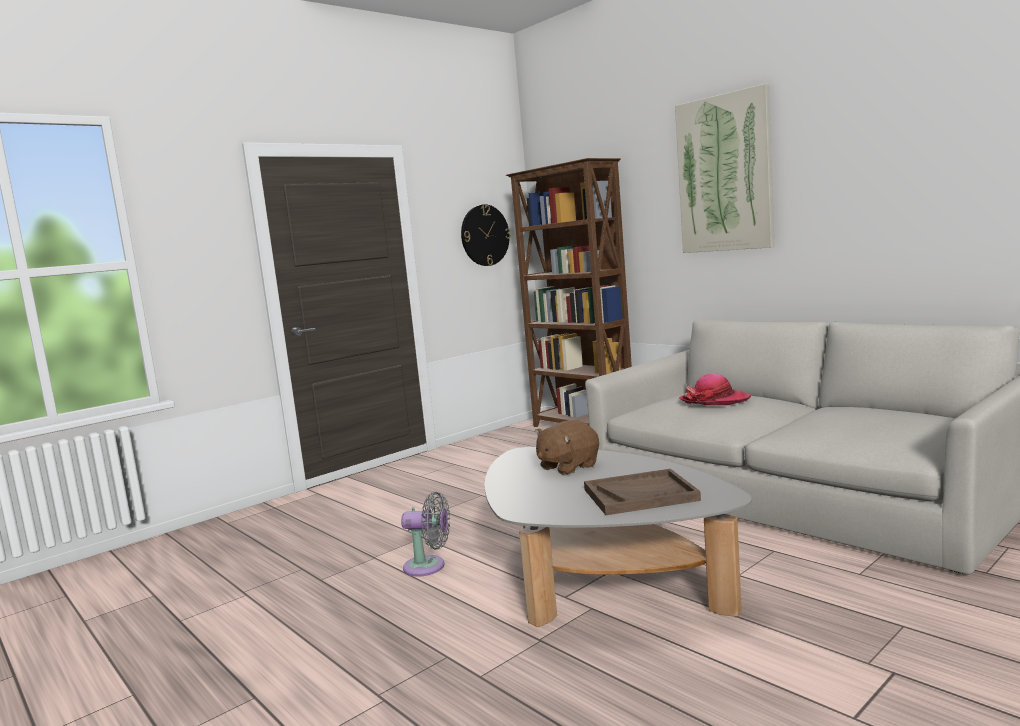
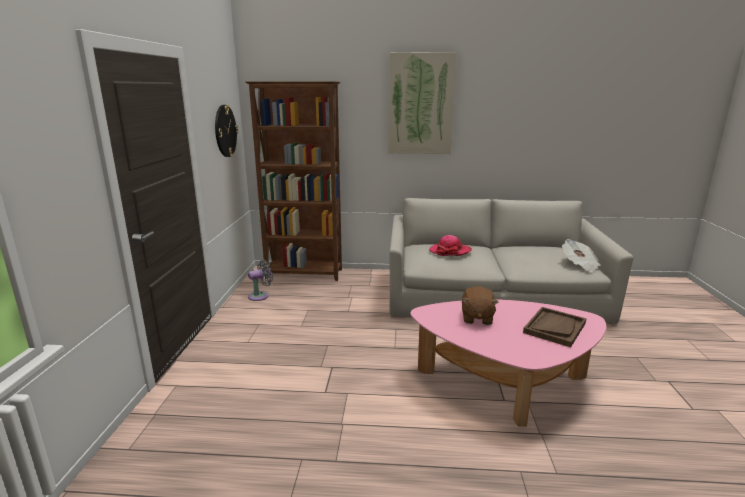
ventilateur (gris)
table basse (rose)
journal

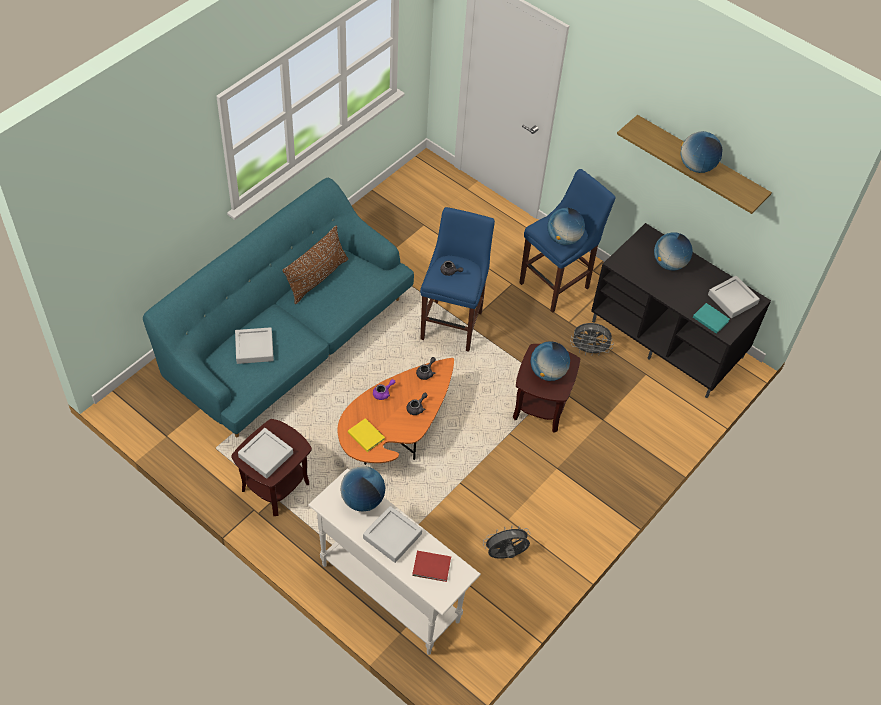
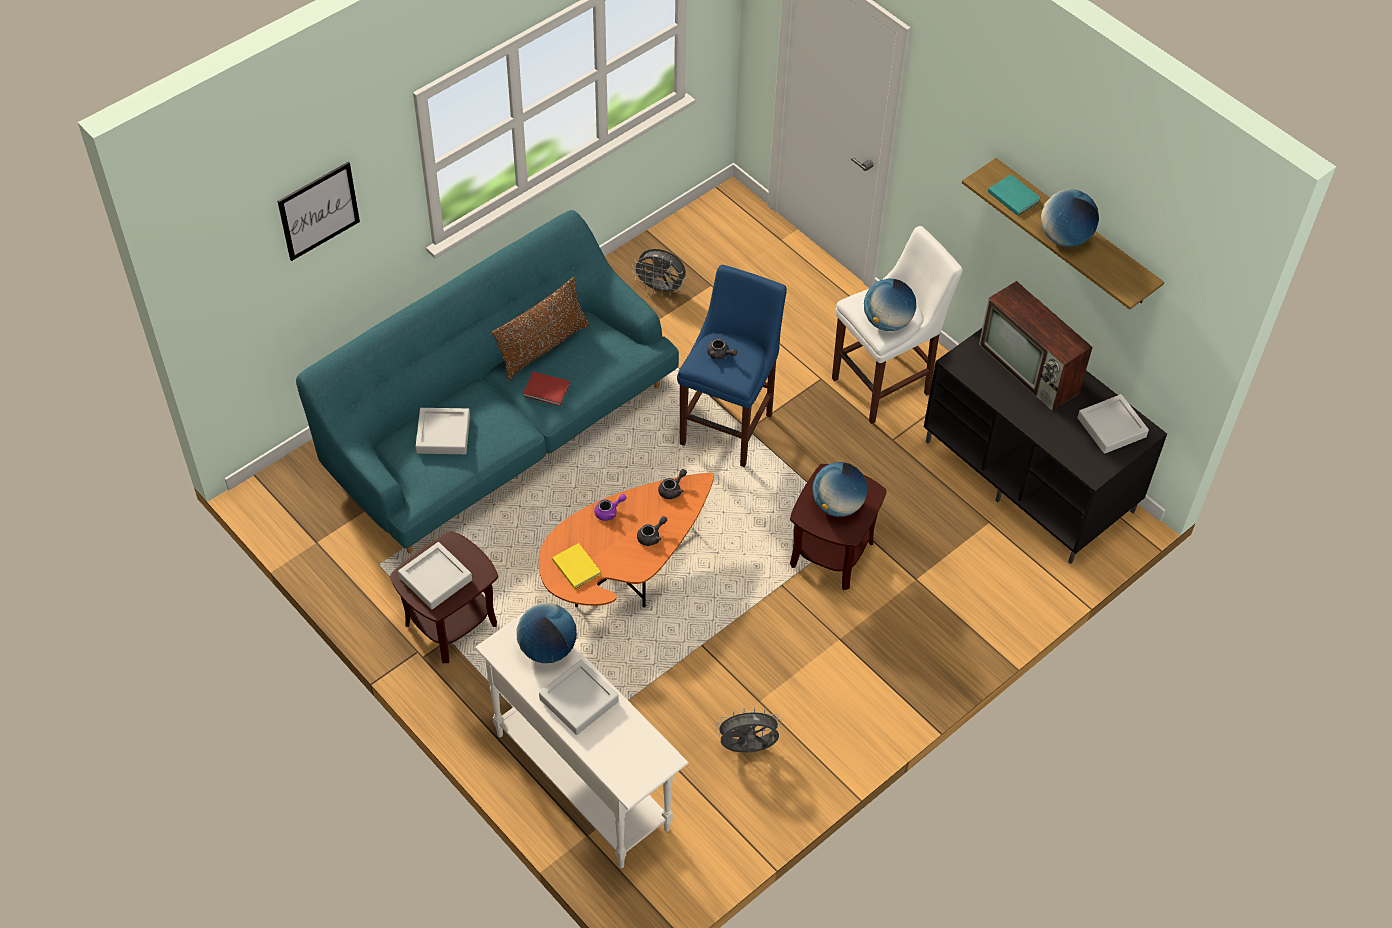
livre (rouge)
tabouret (blanc)
ventilateur (gris) (no. 1 from left)
téléviseur
livre (turquoise)
tableau

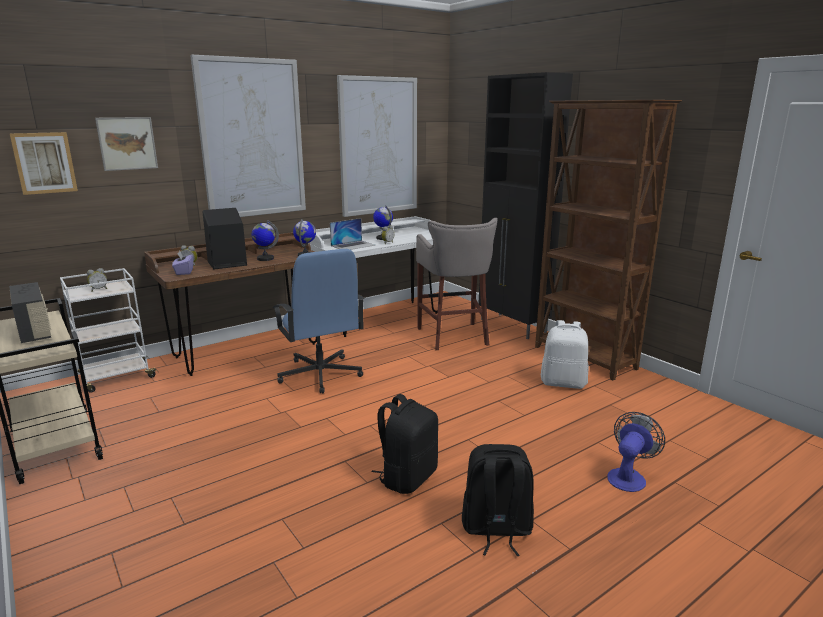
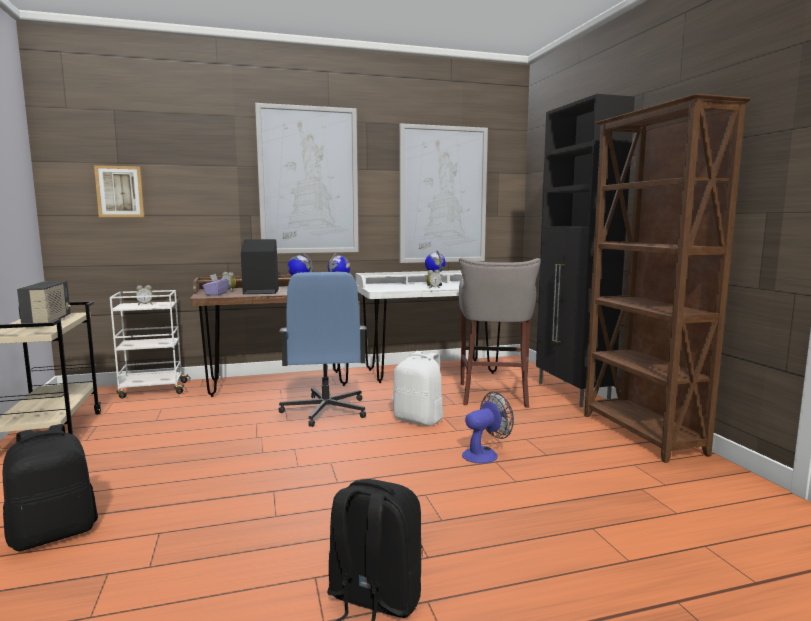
tableau (no. 2 from left in the first image)
ordinateur portable
sac à dos (noir) (no. 1 from left)
sac à dos (blanc)
ventilateur

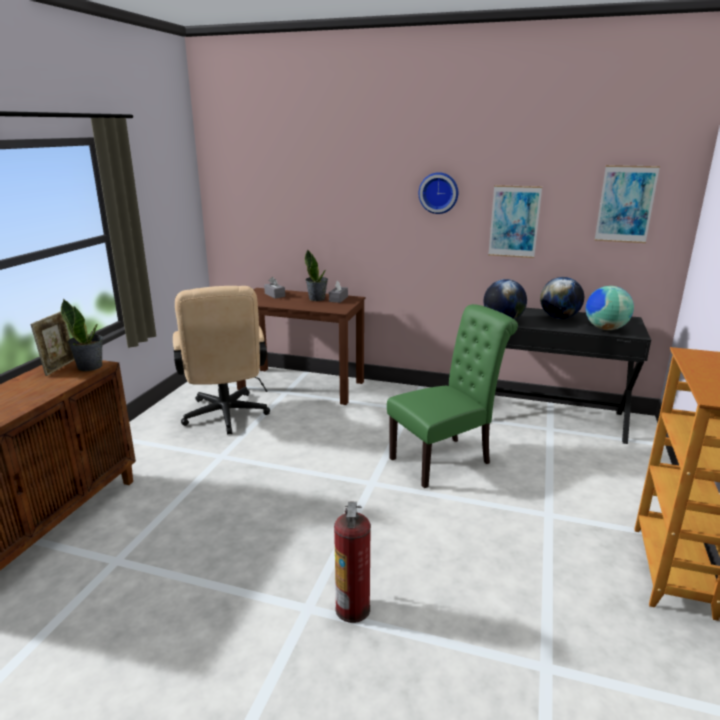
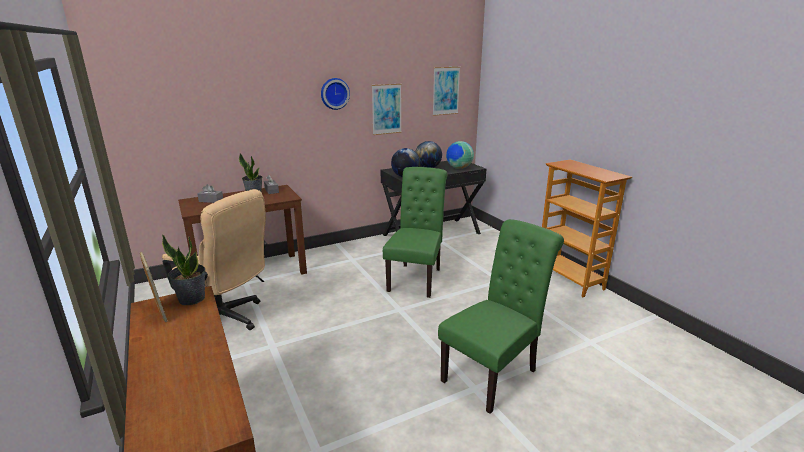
chaise (vert) (no. 2 from left)

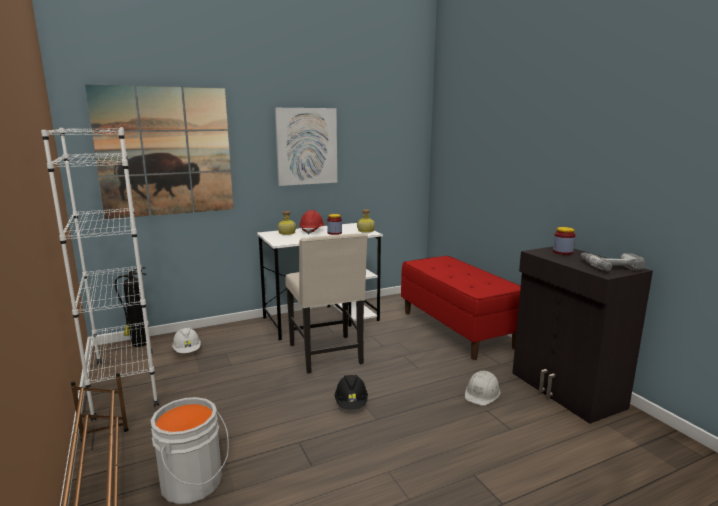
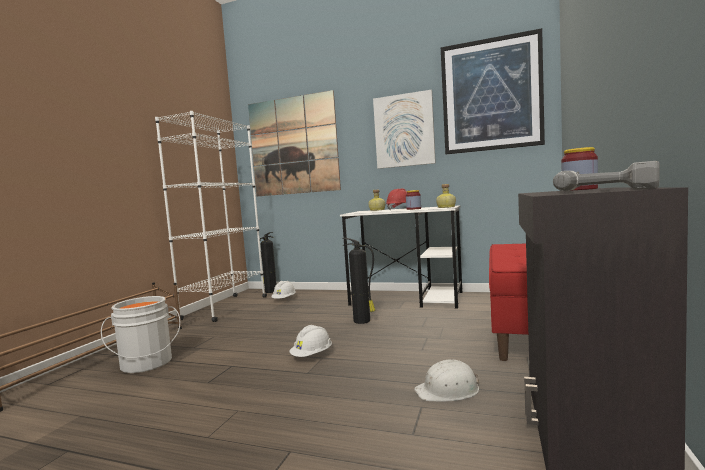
extincteur (no. 2 from left)
casque de chantier (blanc) (no. 2 from left)
tableau (no. 3 from left)

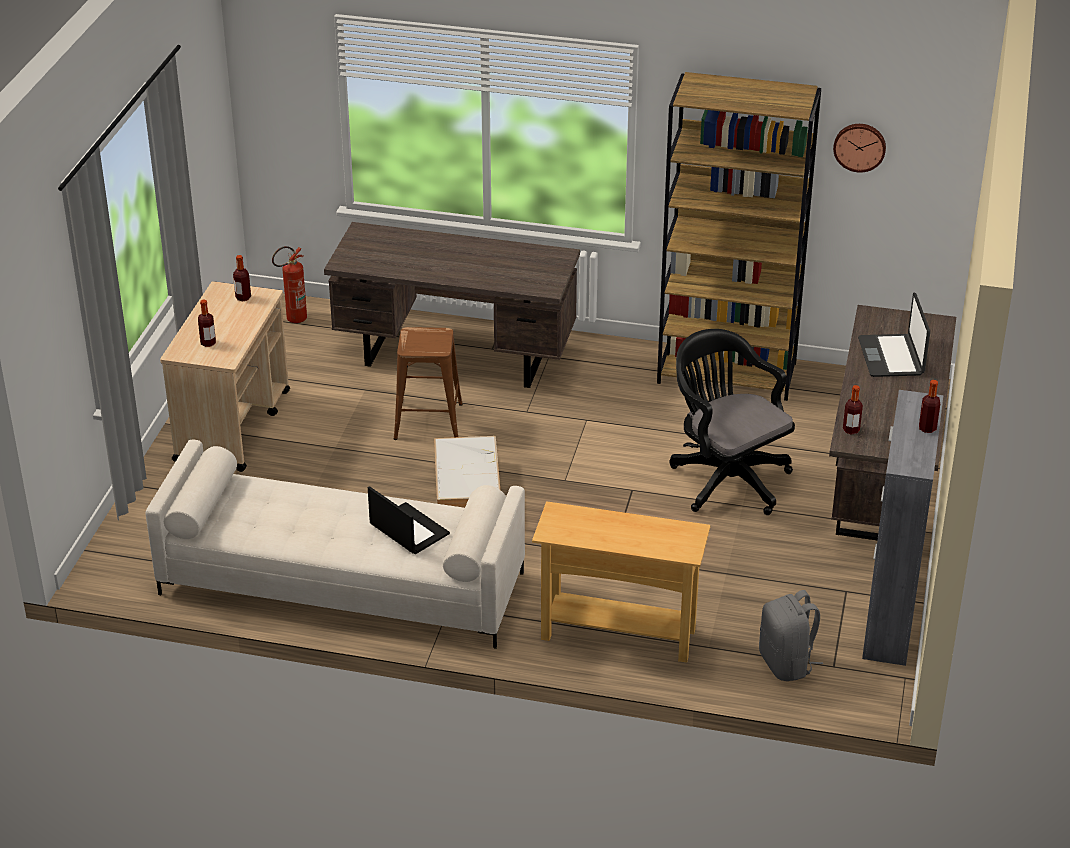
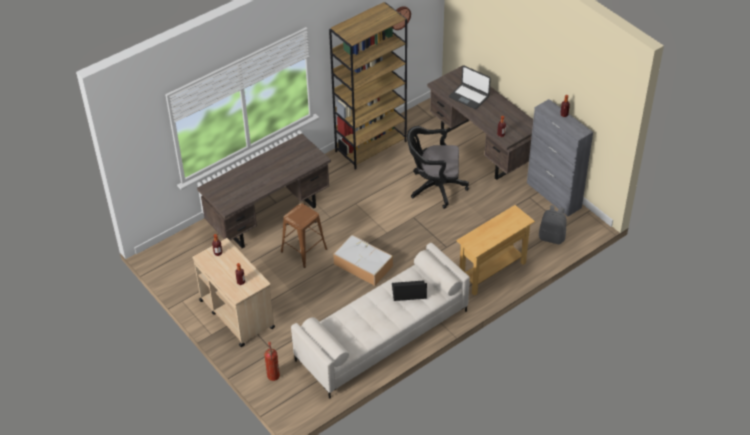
extincteur

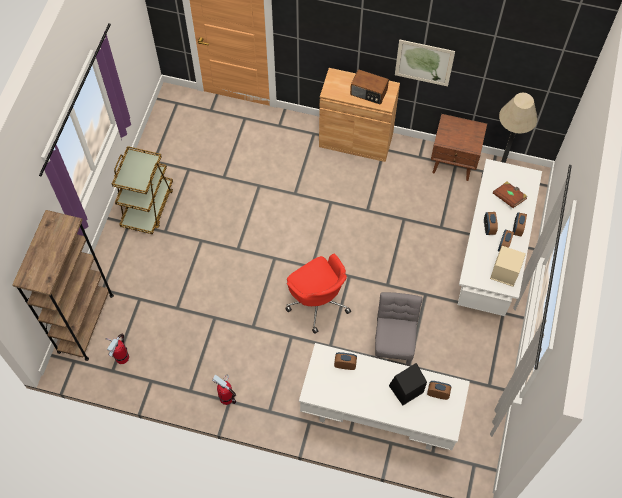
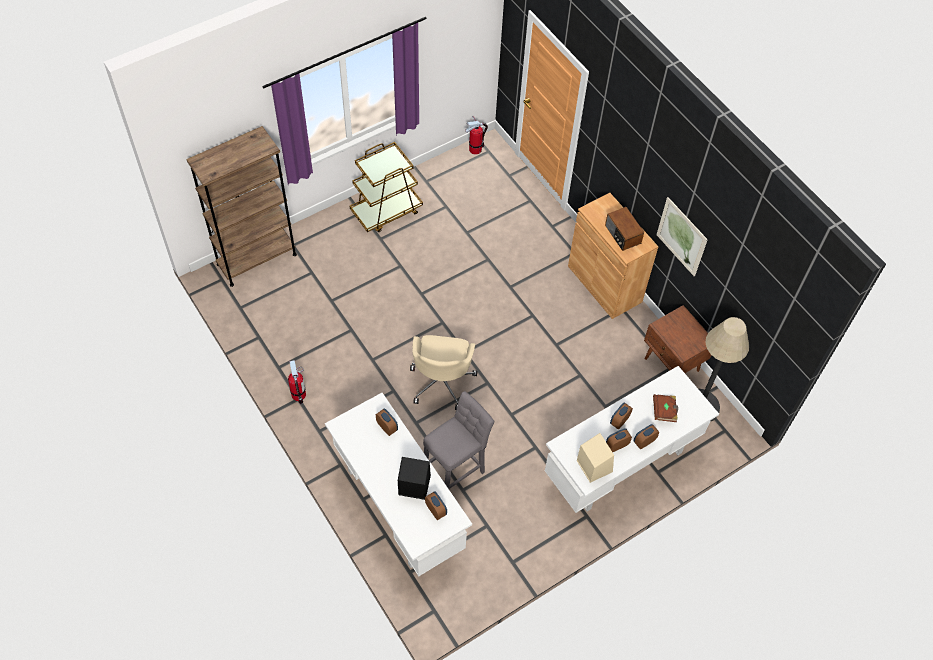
extincteur (no. 2 from left)
chaise de bureau (beige)

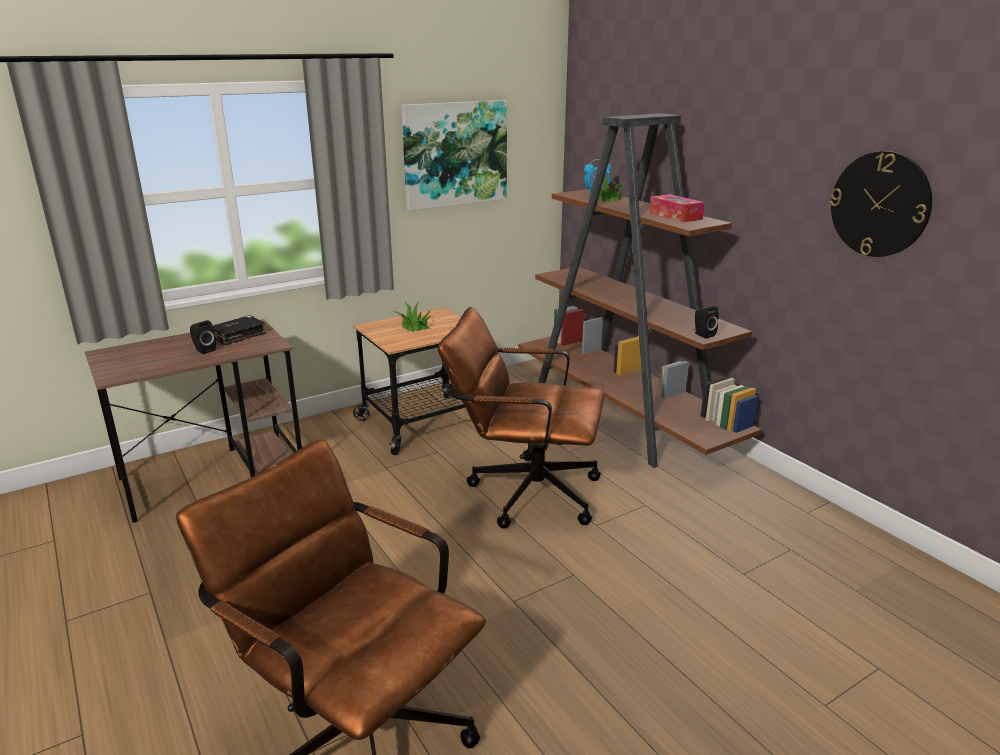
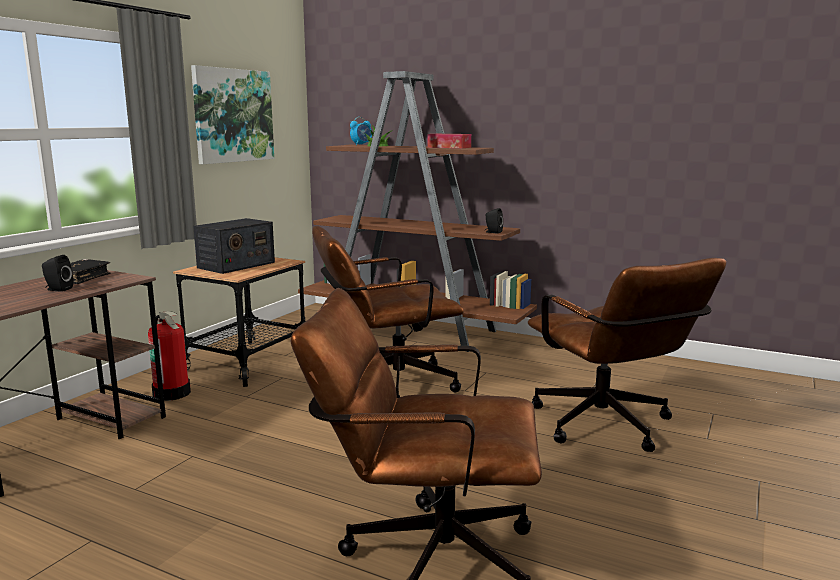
radio
horloge murale
extincteur
chaise de bureau (marron) (no. 3 from left)

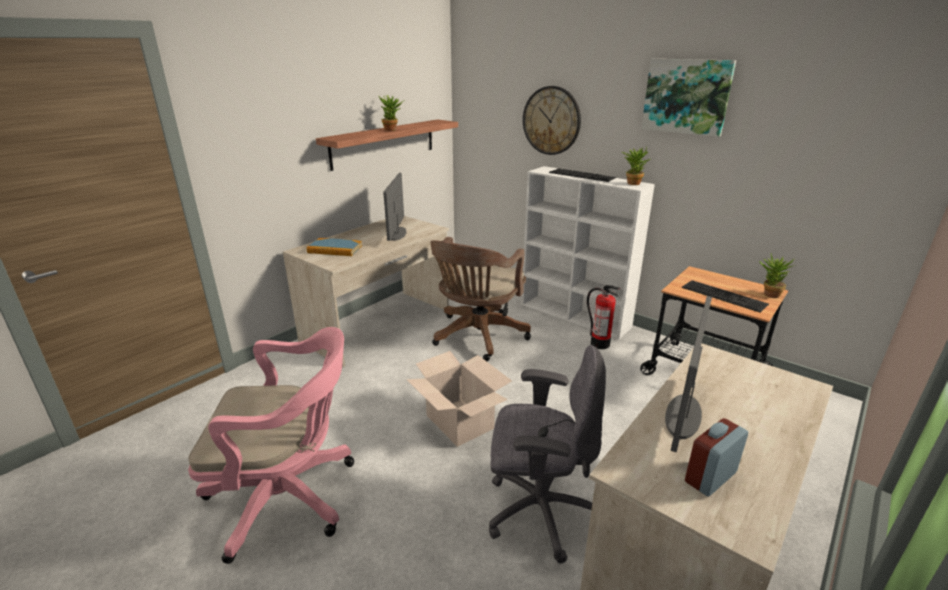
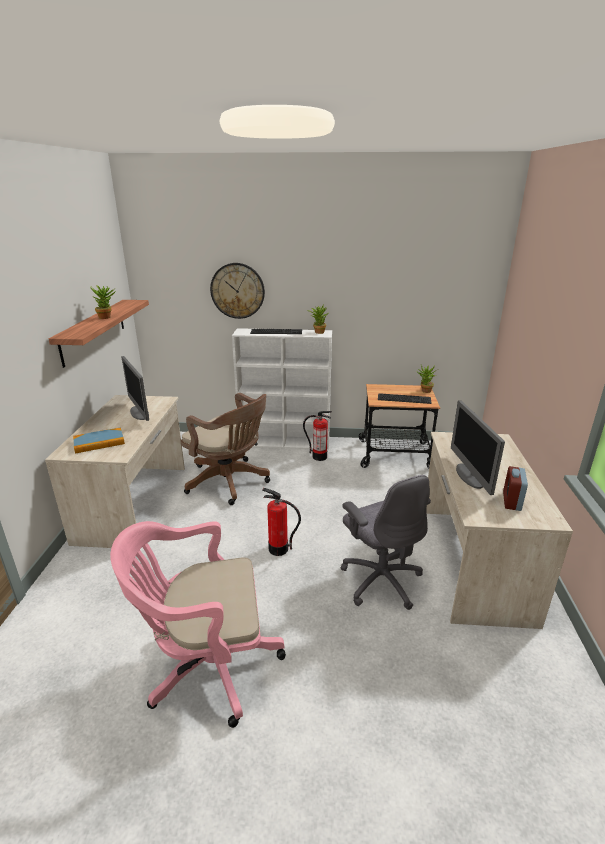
chaise de bureau (rose)
extincteur (no. 1 from left)
chaise de bureau (marron)
chaise de bureau (gris)
tableau

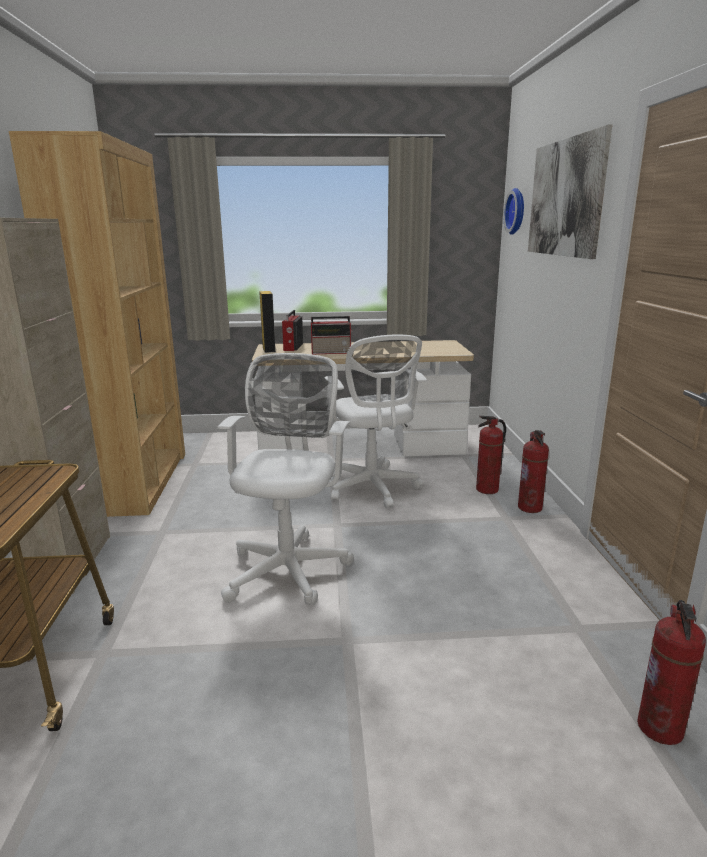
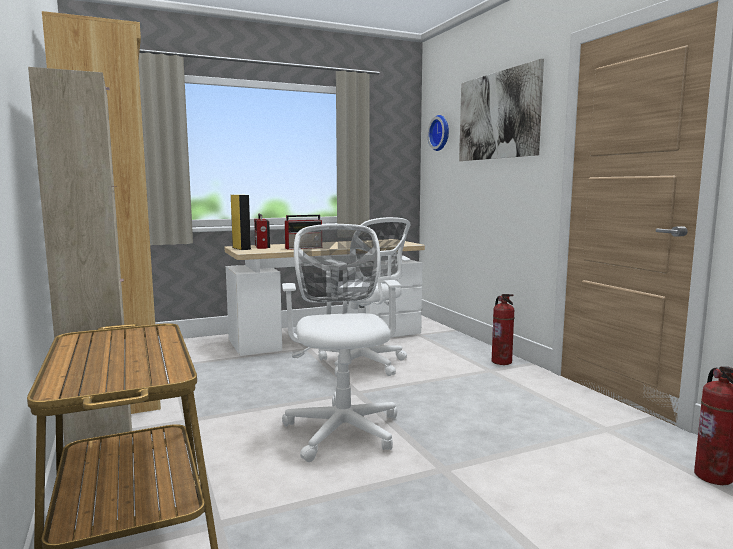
extincteur (no. 1 from left in the first image)

